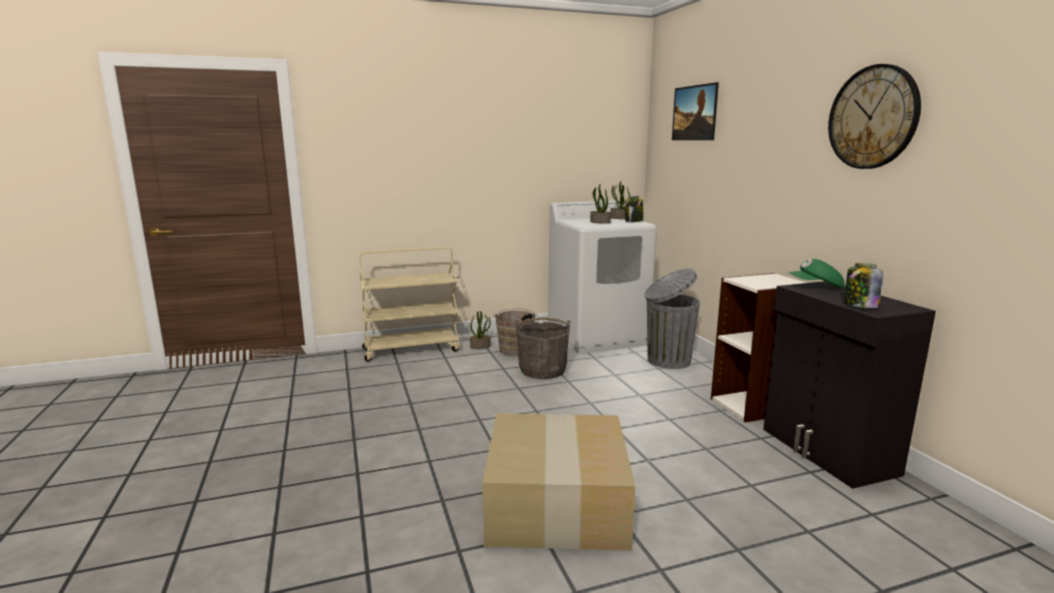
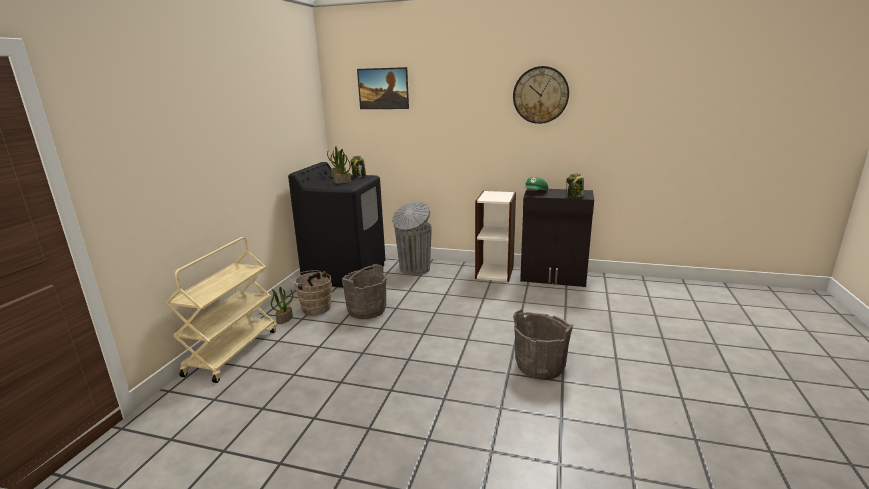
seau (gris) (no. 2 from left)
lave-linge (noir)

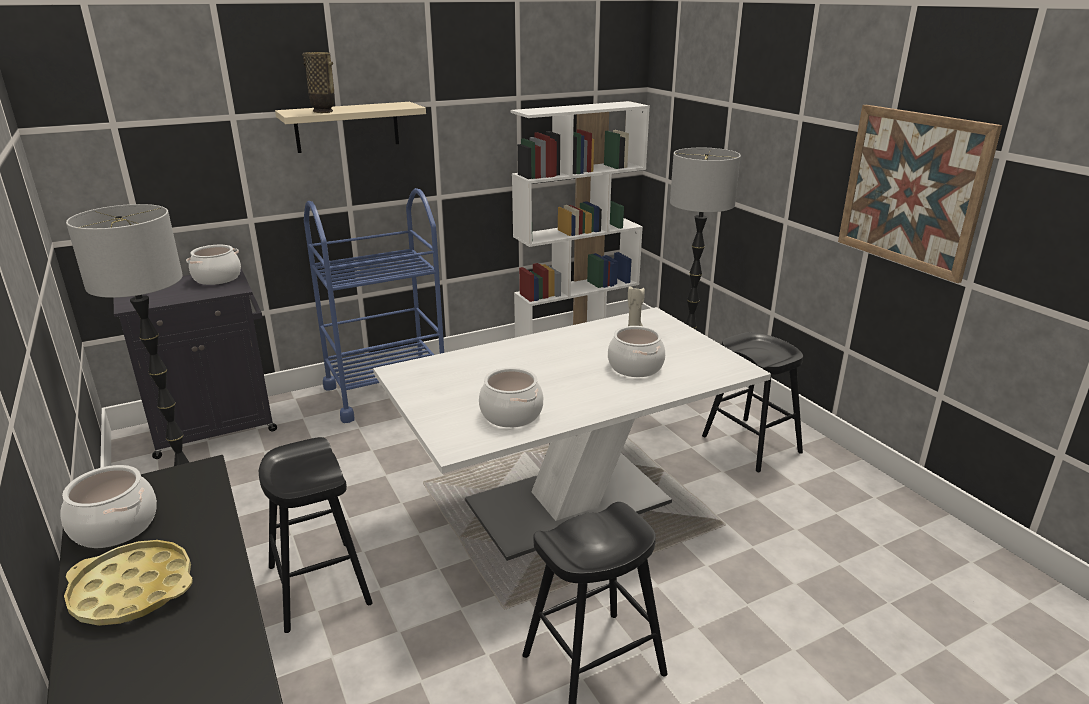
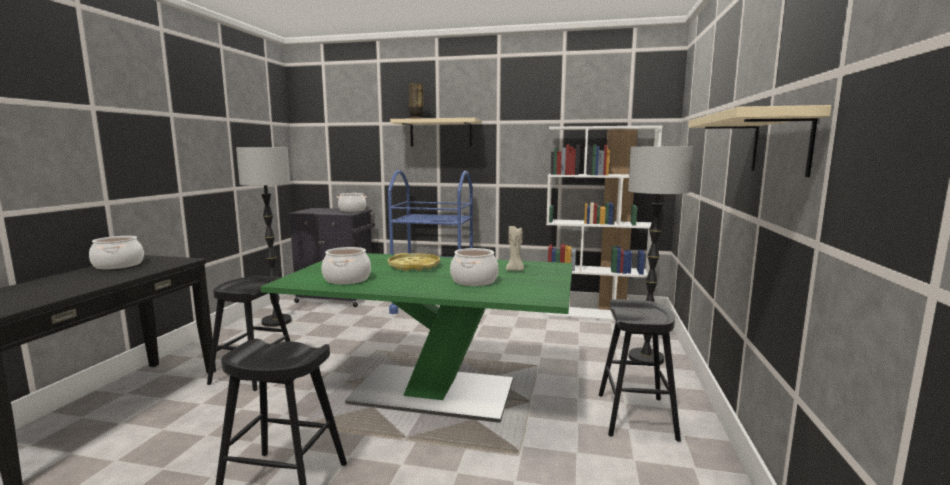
plateau (jaune)
table à manger (vert)
étagère (beige) (no. 2 from left)

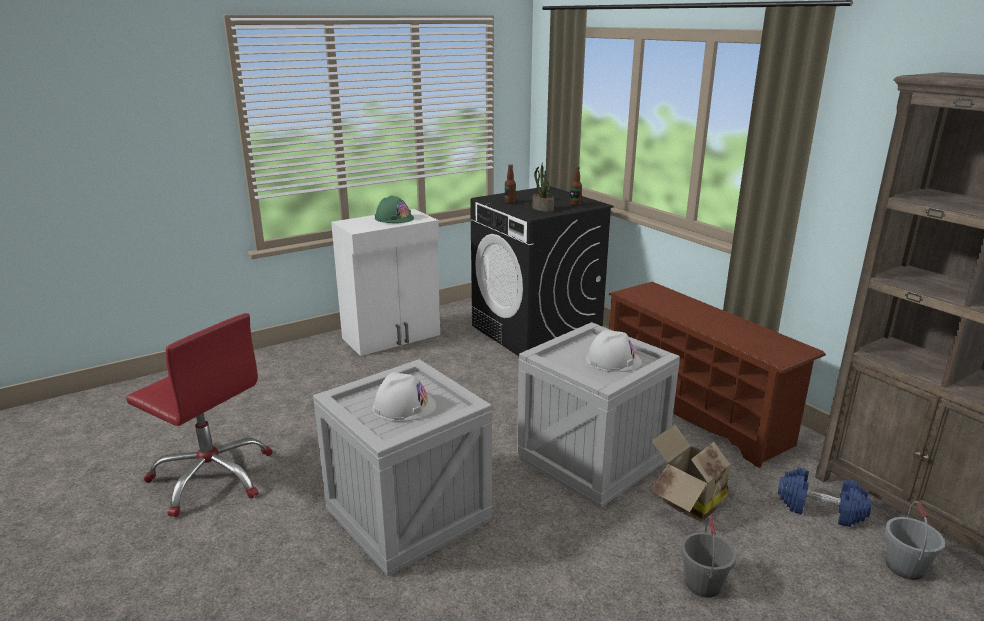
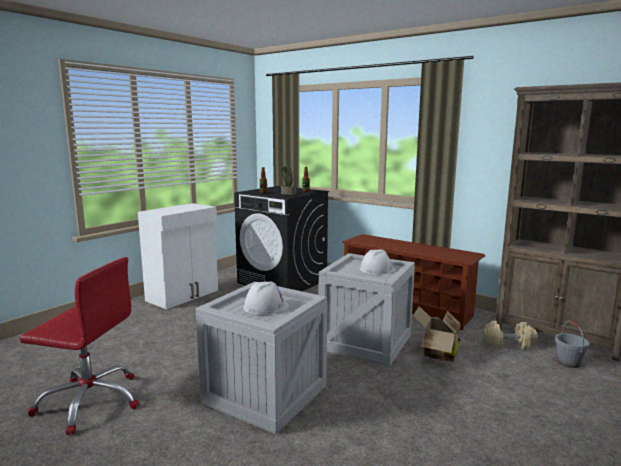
casque de chantier (vert)
seau (gris) (no. 1 from left in the first image)
haltère (beige)

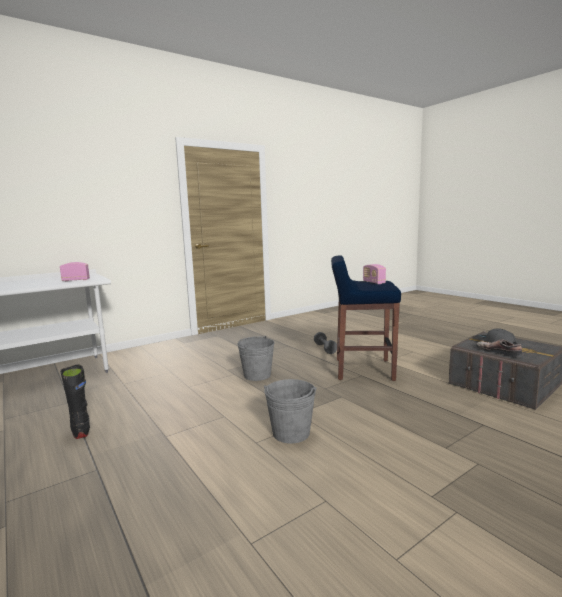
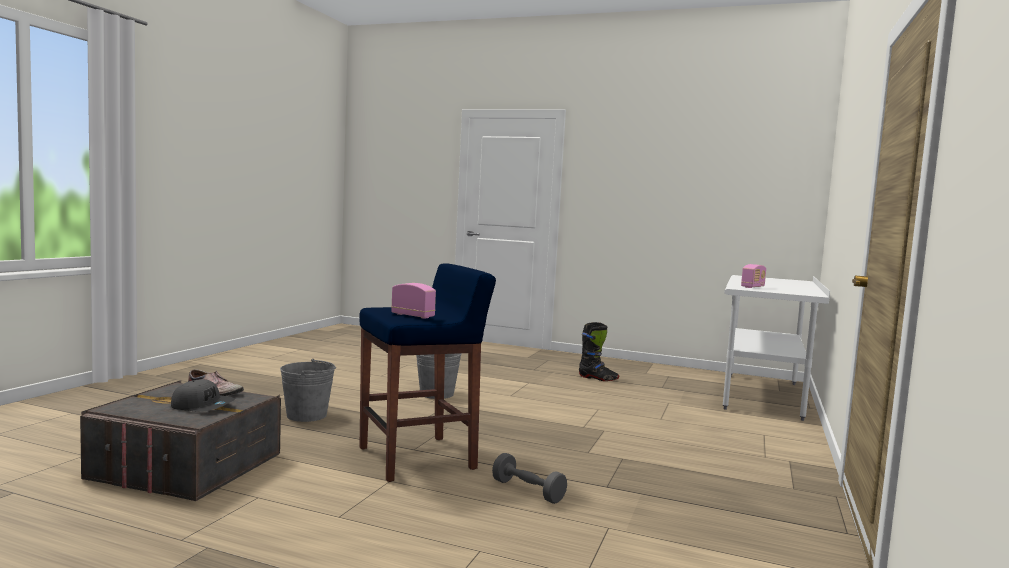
seau (gris) (no. 1 from left)

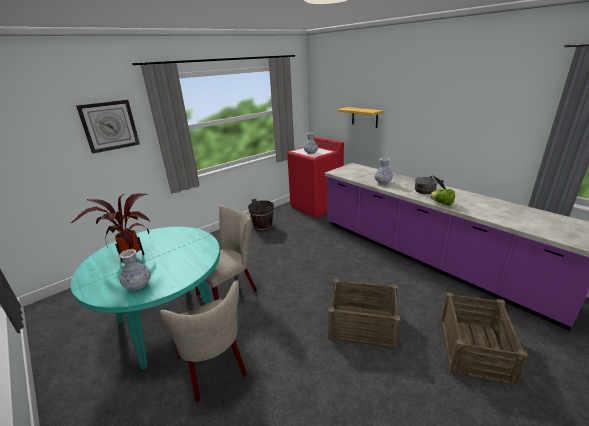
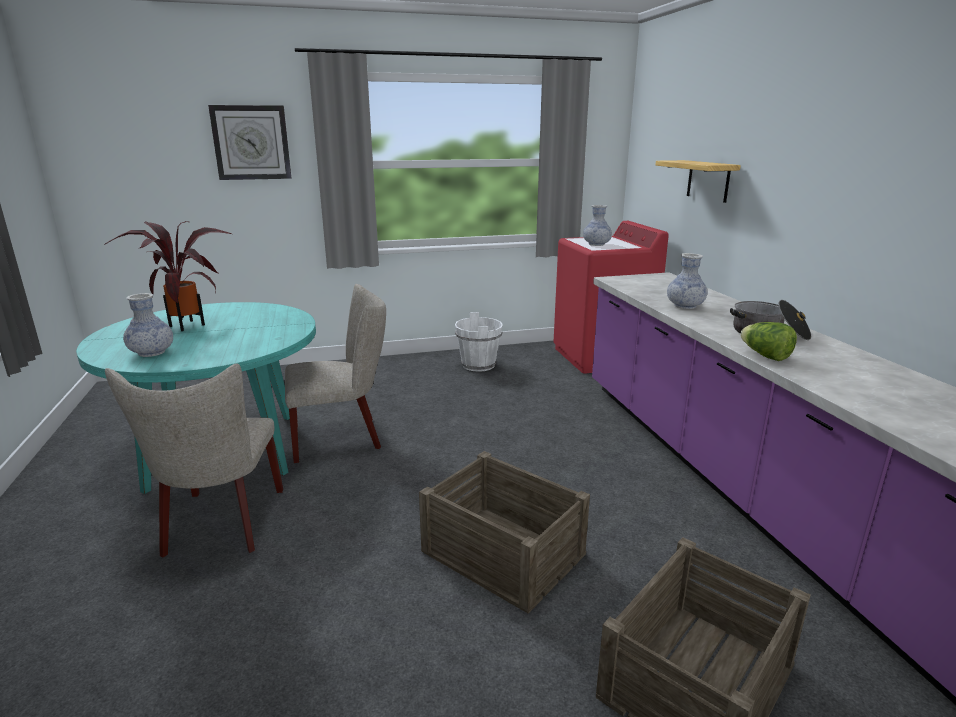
seau (blanc)

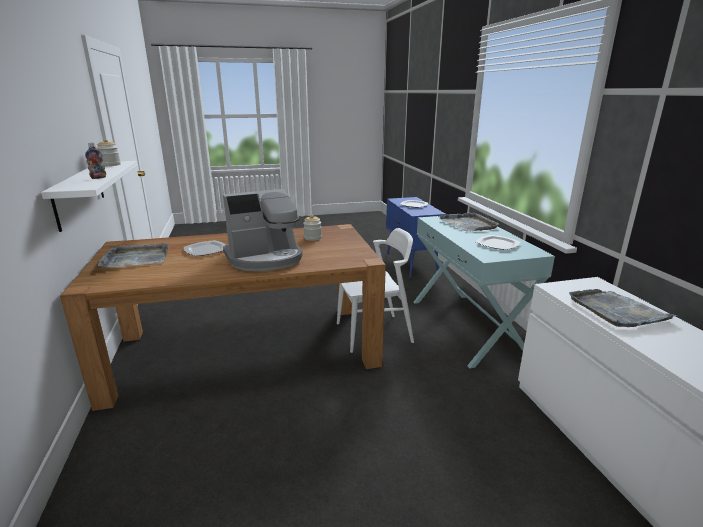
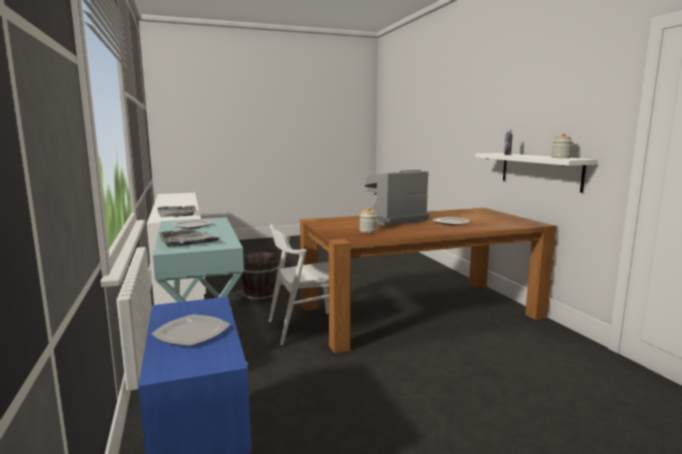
plateau (gris) (no. 1 from left in the first image)
seau (marron)

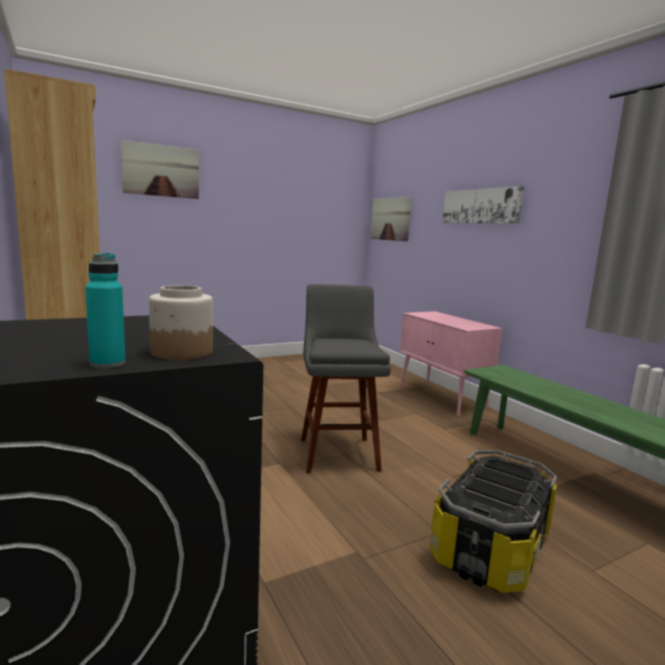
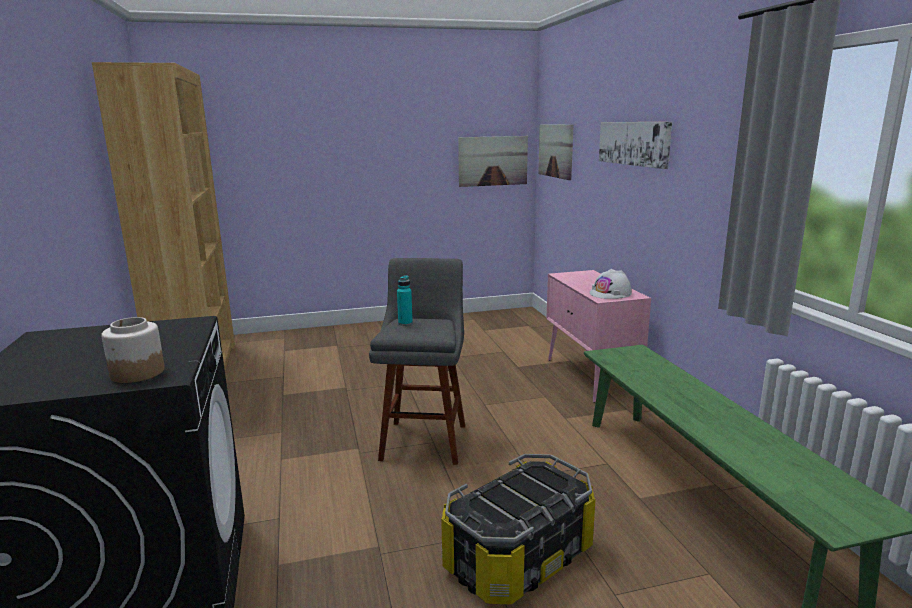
bouteille (turquoise)
tableau (no. 1 from left)
casque de chantier (blanc)

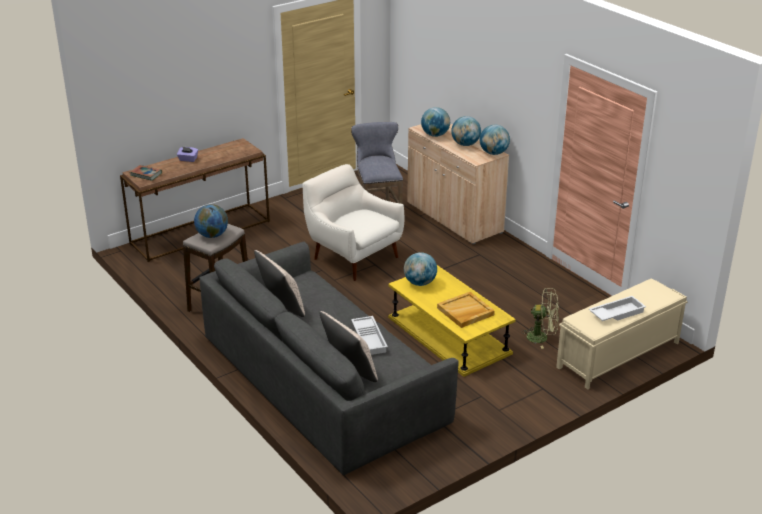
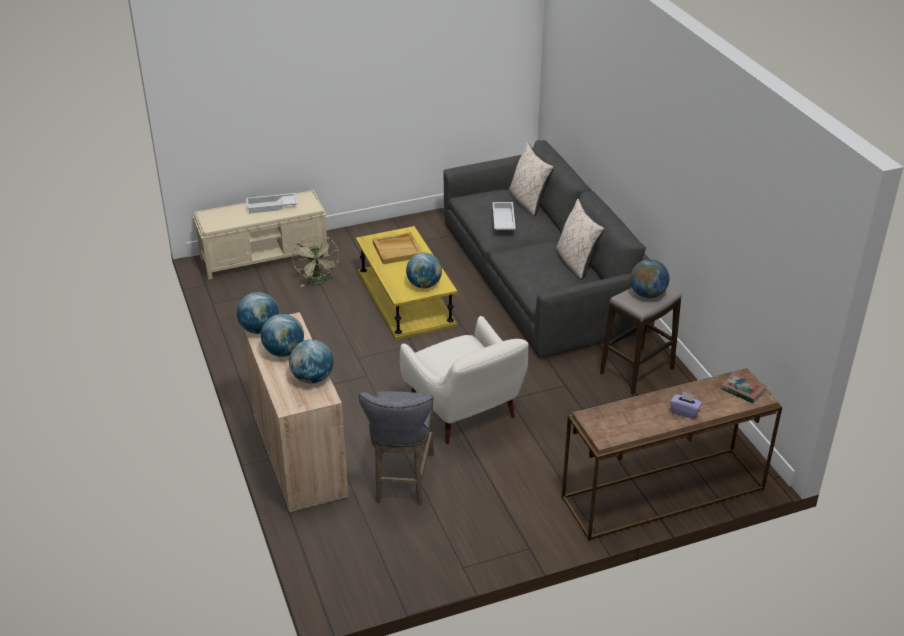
ventilateur (vert)

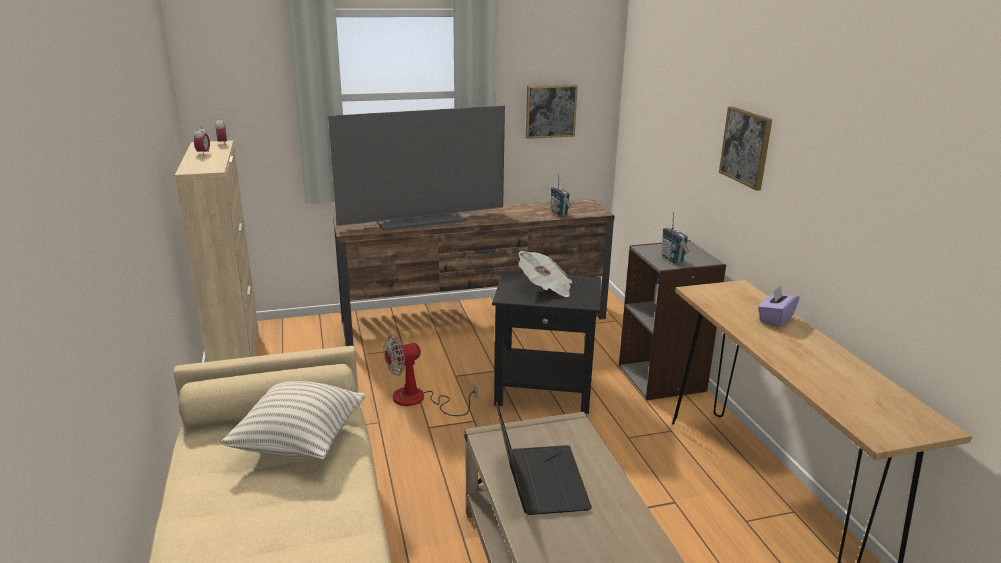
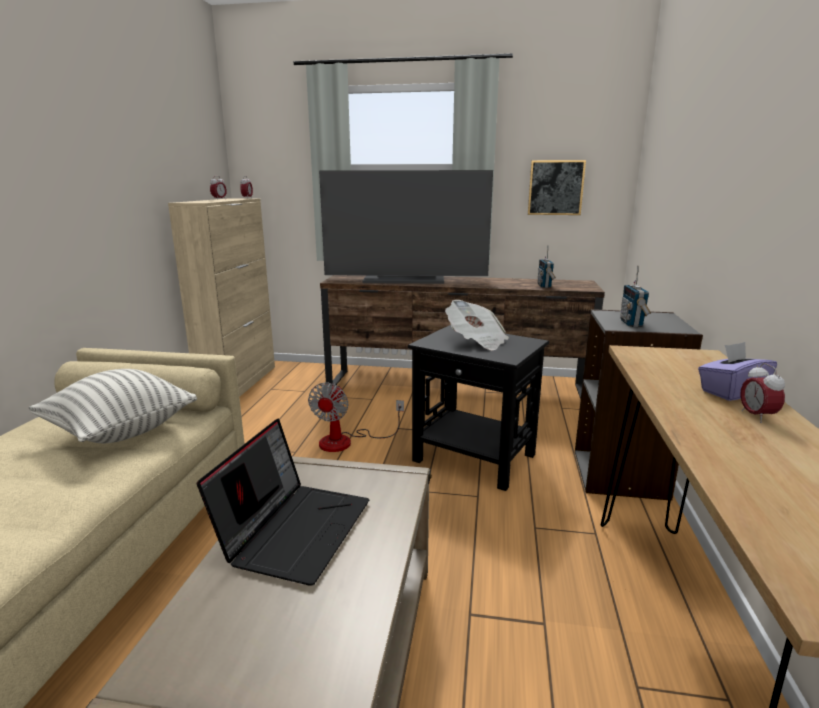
ventilateur
tableau (no. 2 from left in the first image)
réveil (no. 3 from left)

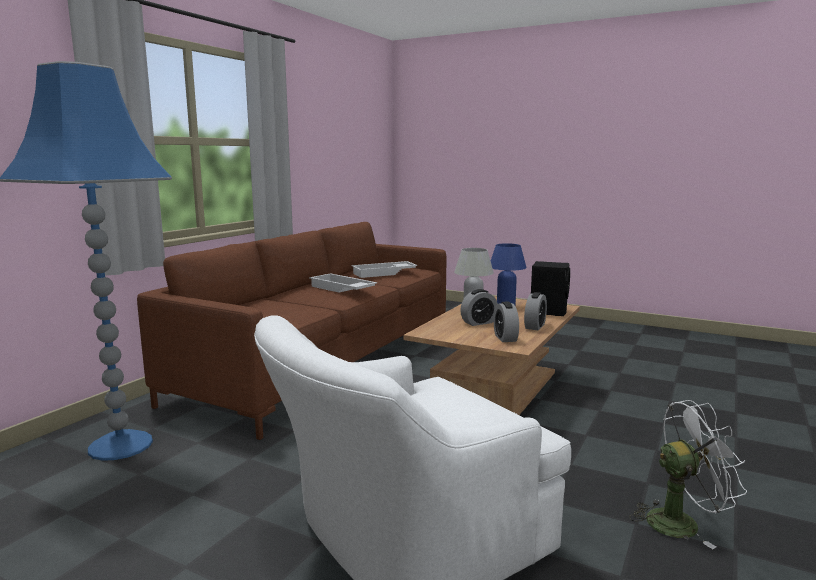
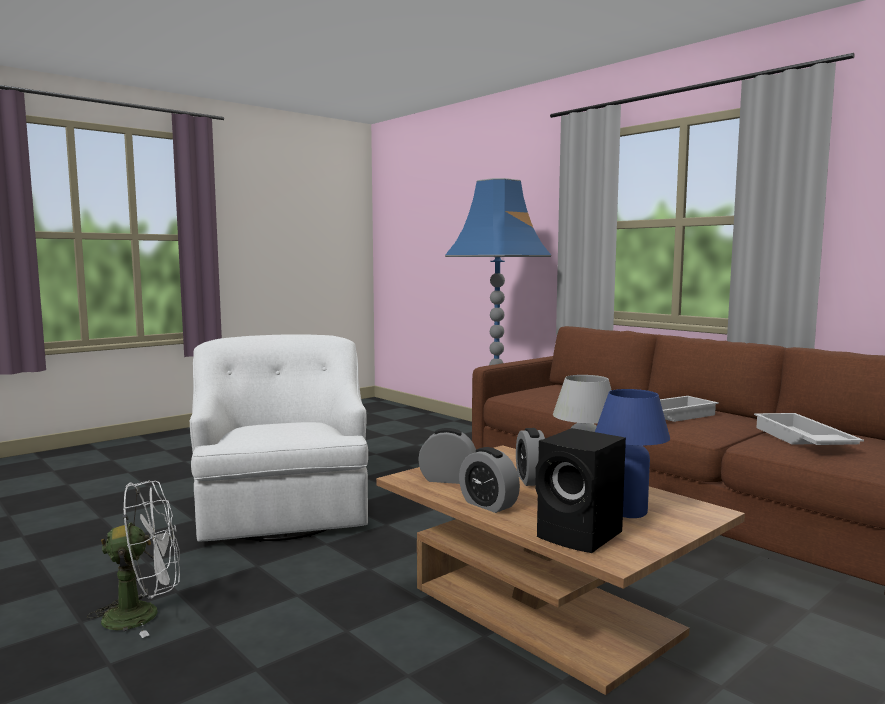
ventilateur (blanc)

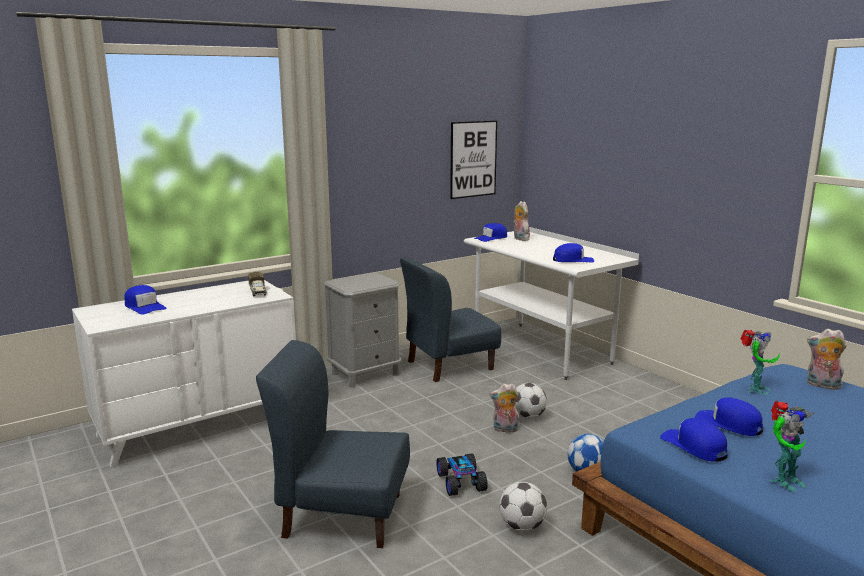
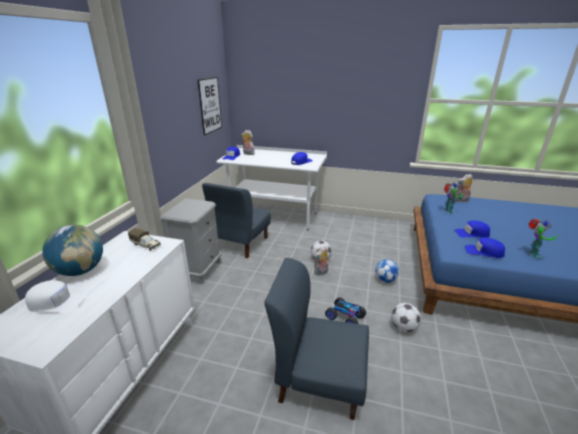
casquette (blanc)
chaise (bleu) (no. 2 from left)
globe

